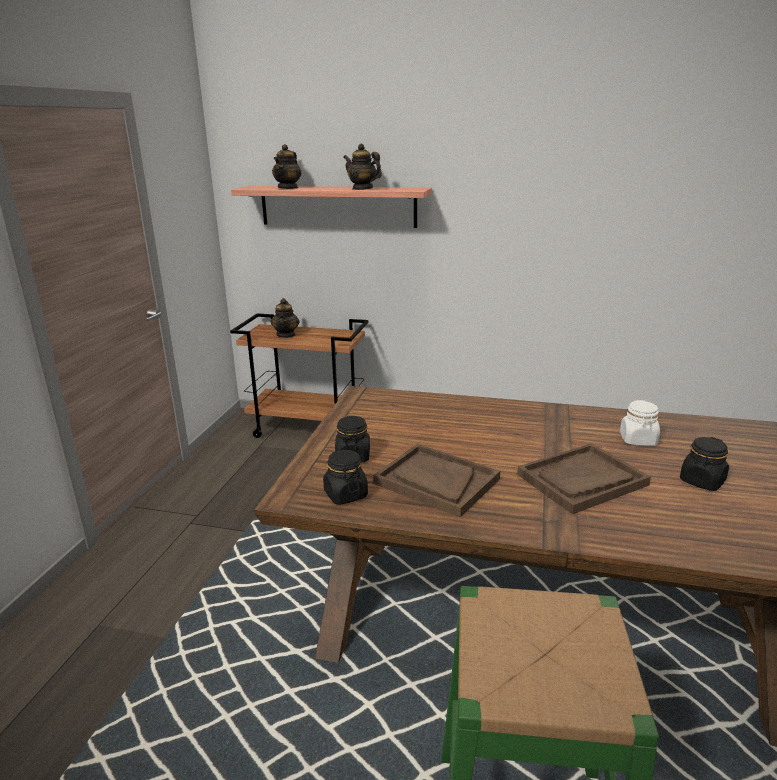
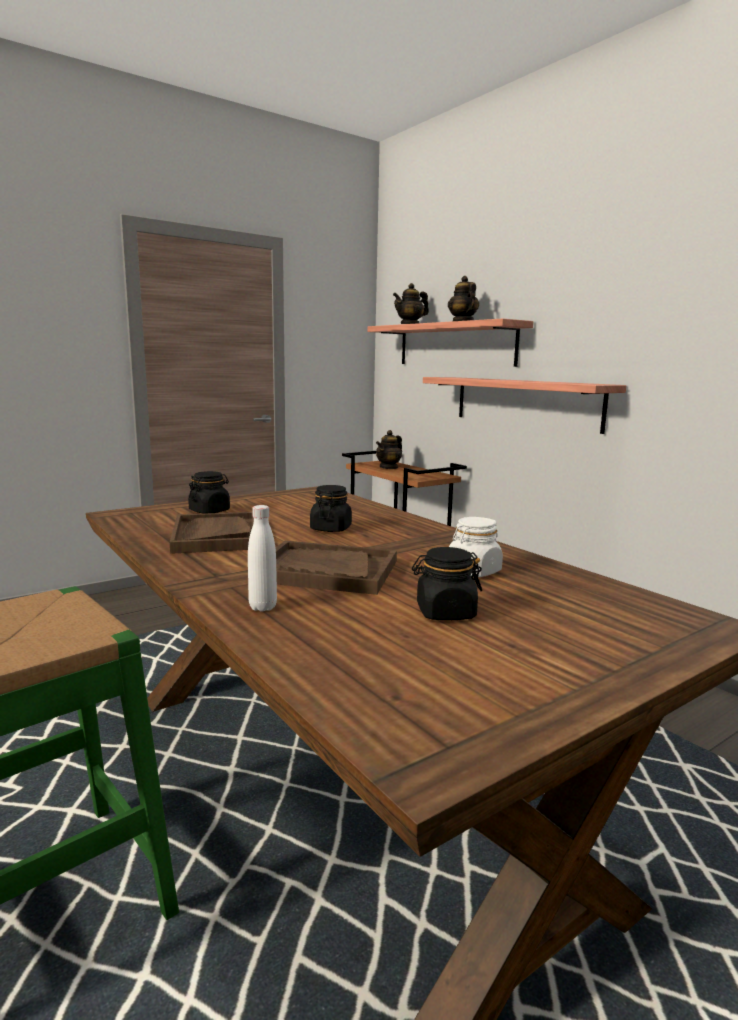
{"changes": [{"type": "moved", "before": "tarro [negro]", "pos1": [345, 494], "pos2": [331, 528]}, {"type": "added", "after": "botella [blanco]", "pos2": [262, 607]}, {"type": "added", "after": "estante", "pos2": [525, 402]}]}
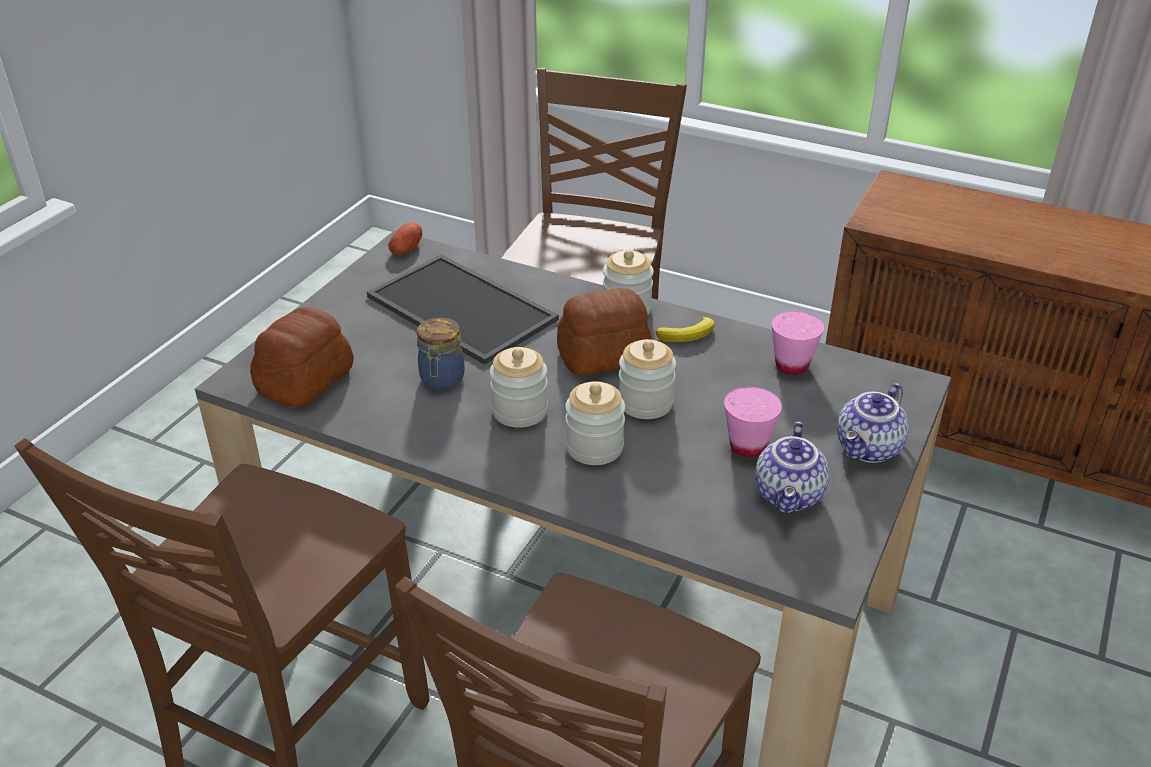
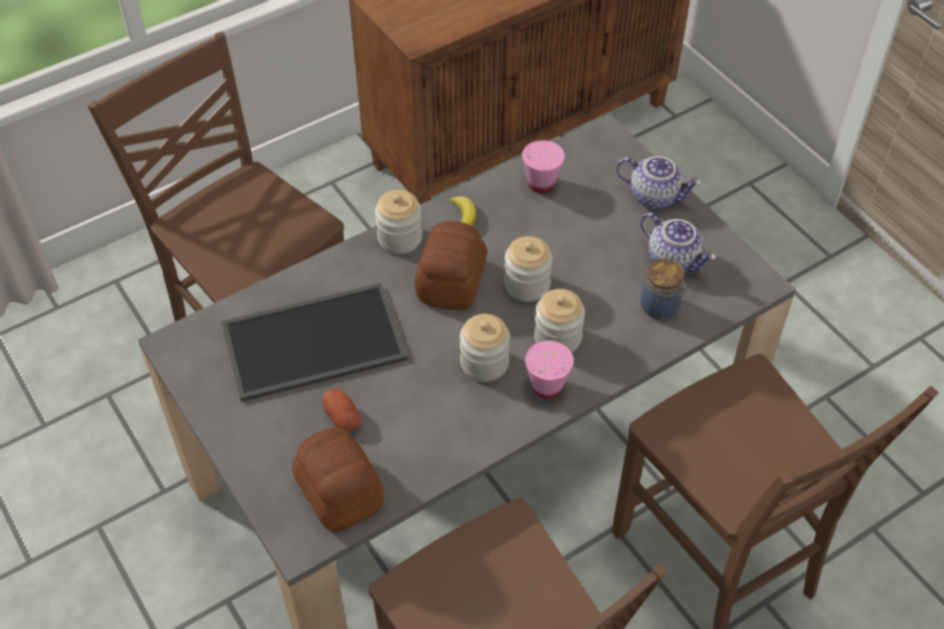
{"changes": [{"type": "moved", "before": "patata", "pos1": [406, 249], "pos2": [343, 417]}, {"type": "moved", "before": "tarro", "pos1": [441, 380], "pos2": [661, 307]}, {"type": "moved", "before": "taza [rosa]", "pos1": [747, 446], "pos2": [546, 386]}, {"type": "turned", "before": "tetera", "pos1": [869, 449], "pos2": [655, 196], "turn": -45}]}
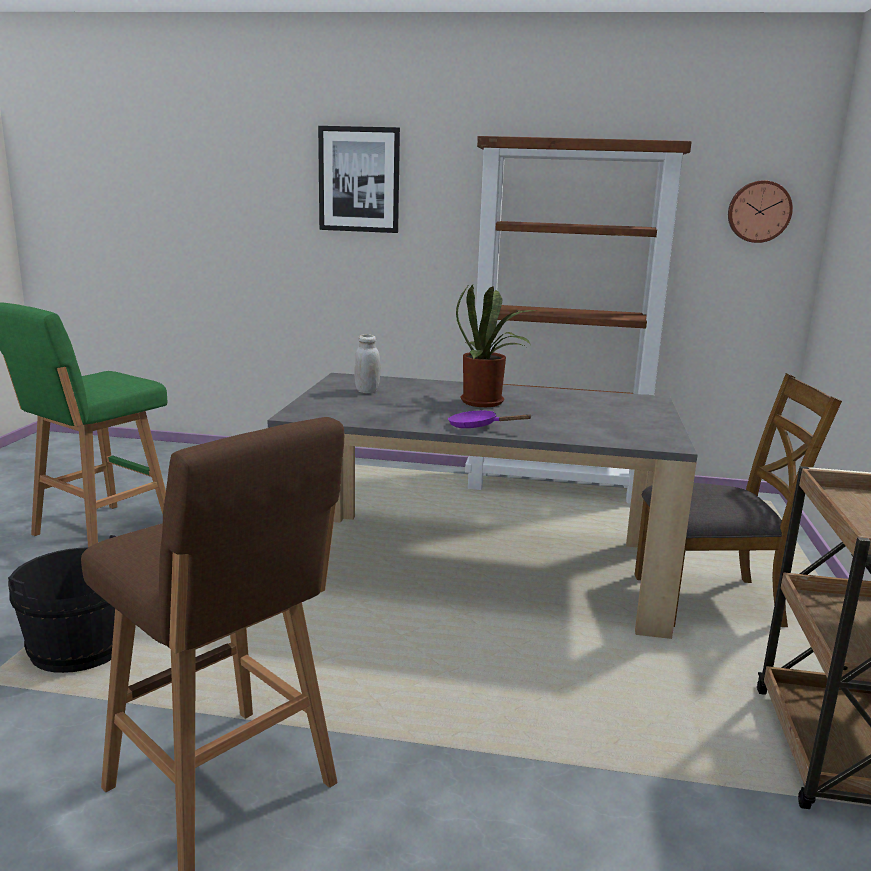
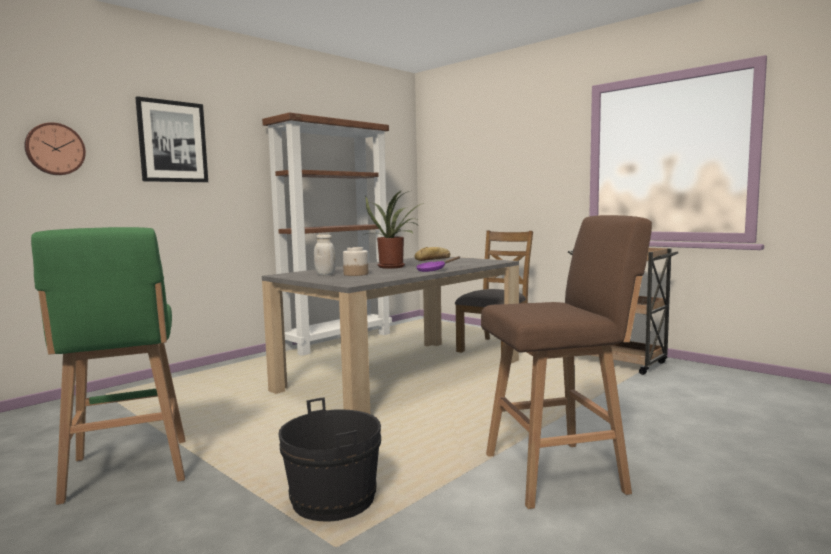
{"changes": [{"type": "moved", "before": "reloj de pared", "pos1": [759, 211], "pos2": [55, 149]}, {"type": "added", "after": "tarro", "pos2": [356, 274]}, {"type": "added", "after": "pan", "pos2": [433, 259]}]}
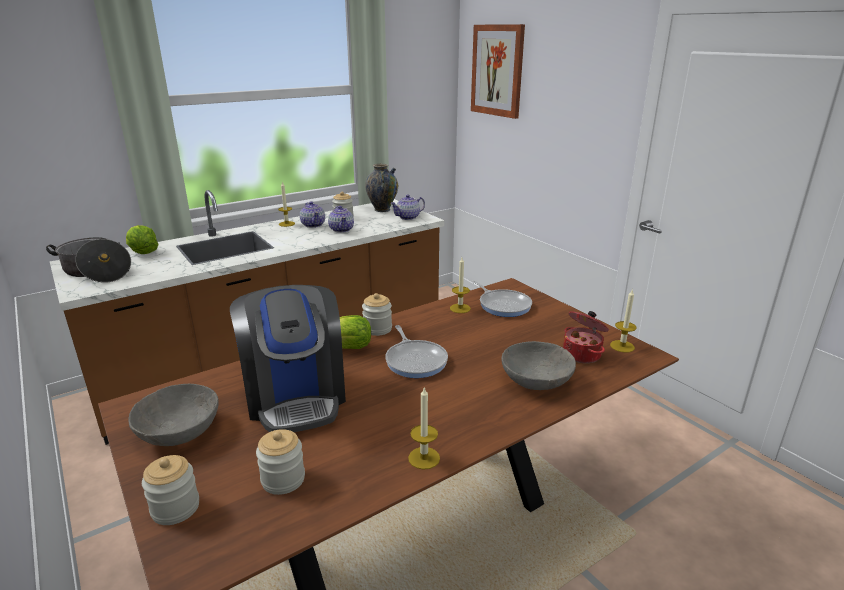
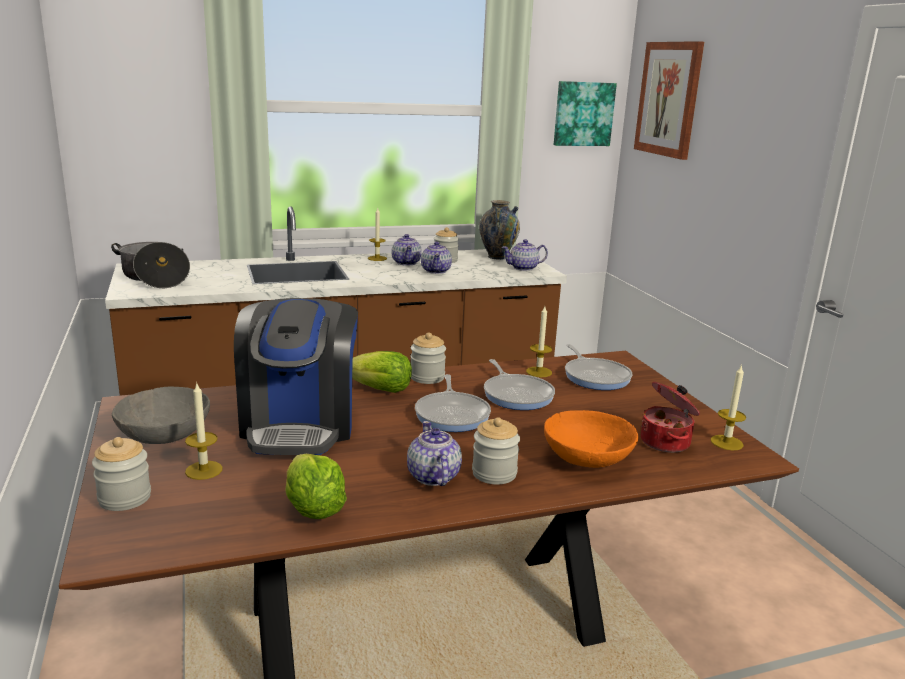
{"changes": [{"type": "moved", "before": "lechuga", "pos1": [143, 253], "pos2": [313, 510]}, {"type": "moved", "before": "tarro", "pos1": [283, 479], "pos2": [494, 473]}, {"type": "moved", "before": "vela", "pos1": [424, 458], "pos2": [204, 470]}, {"type": "recoloured", "before": "cuenco [gris]", "after": "cuenco [naranja]", "pos1": [535, 381], "pos2": [586, 458]}, {"type": "added", "after": "tetera", "pos2": [433, 477]}, {"type": "added", "after": "sartén", "pos2": [517, 394]}, {"type": "added", "after": "cuadro", "pos2": [583, 114]}]}
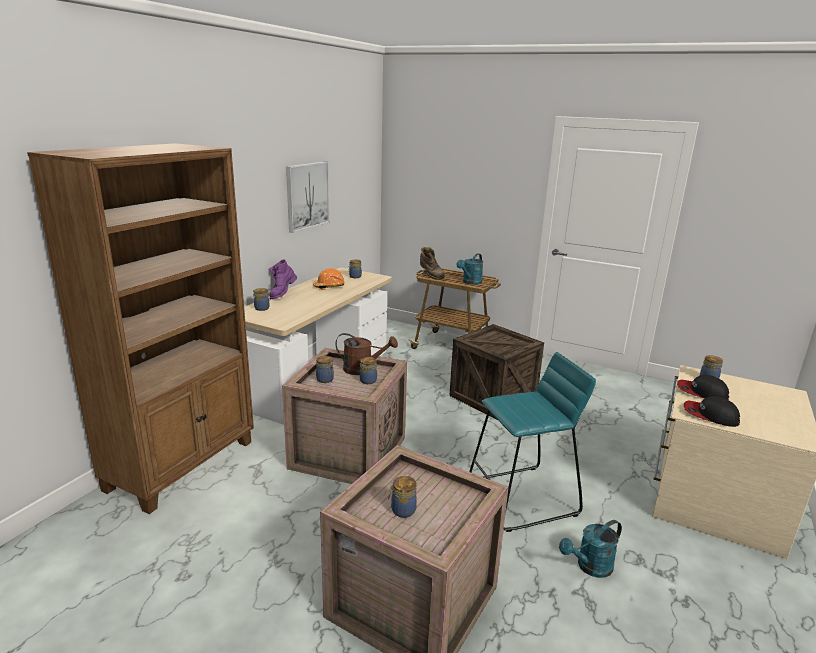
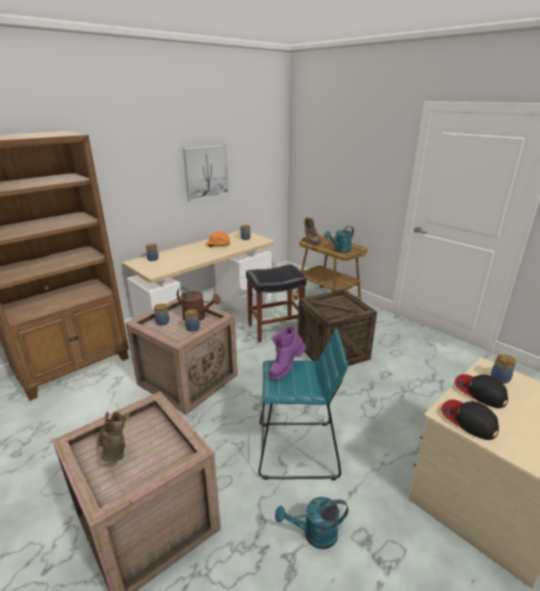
{"changes": [{"type": "moved", "before": "bota [morado]", "pos1": [282, 295], "pos2": [285, 368]}, {"type": "replaced", "before": "tarro", "after": "bota [marrón]", "pos1": [402, 510], "pos2": [115, 453]}, {"type": "added", "after": "taburete [negro]", "pos2": [274, 329]}]}
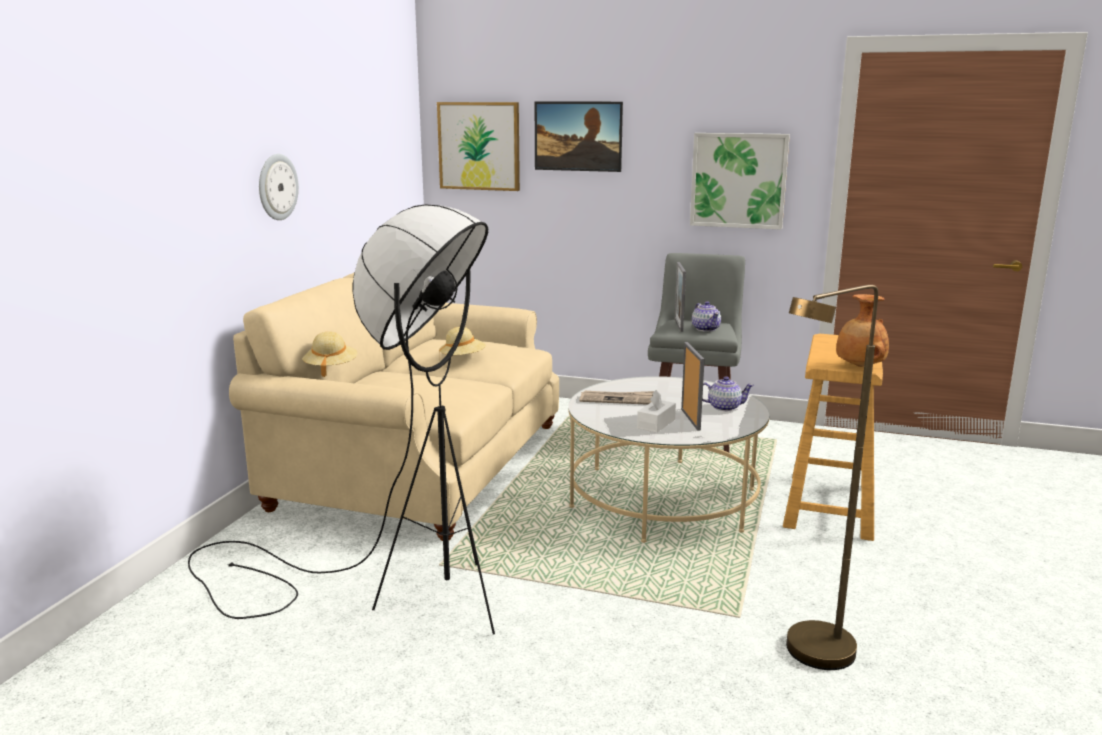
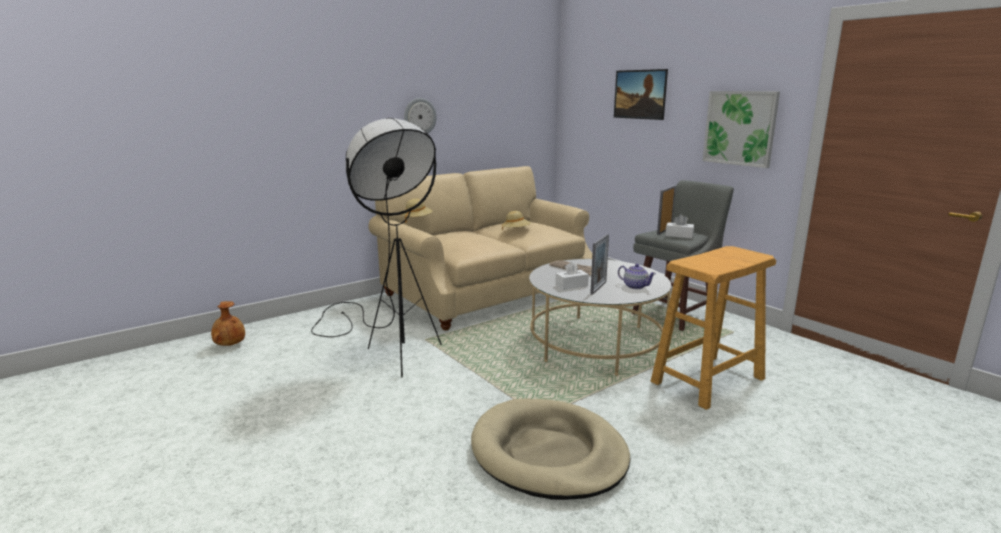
{"changes": [{"type": "removed", "before": "cuadro", "pos1": [479, 146]}, {"type": "replaced", "before": "tetera", "after": "caja de pañuelos [blanco]", "pos1": [706, 329], "pos2": [679, 235]}, {"type": "replaced", "before": "lámpara de pie [marrón]", "after": "cama para perro [beis]", "pos1": [810, 658], "pos2": [548, 453]}, {"type": "moved", "before": "florero [marrón]", "pos1": [859, 366], "pos2": [229, 345]}]}
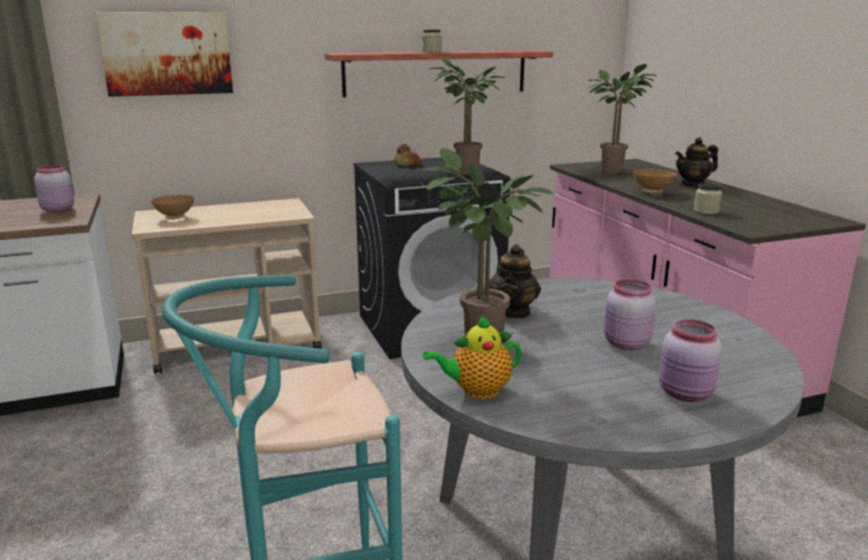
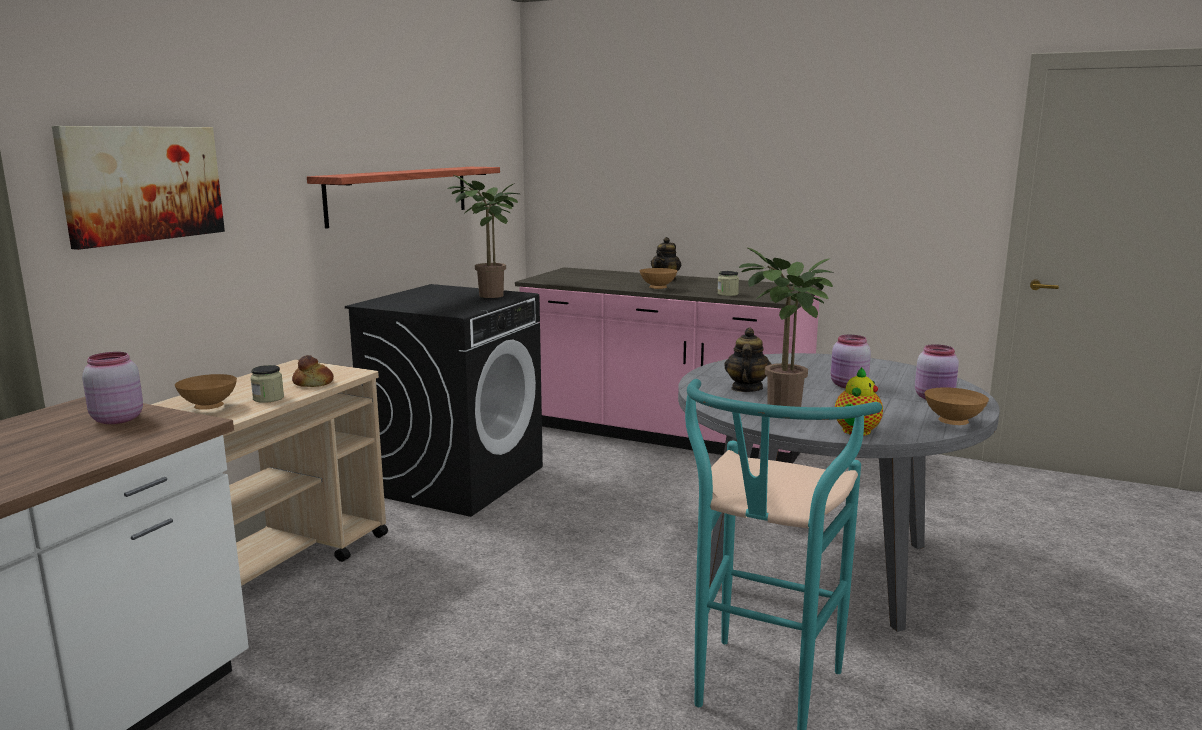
{"changes": [{"type": "moved", "before": "pan", "pos1": [407, 164], "pos2": [314, 383]}, {"type": "moved", "before": "tarro", "pos1": [431, 52], "pos2": [268, 398]}, {"type": "turned", "before": "tetera", "pos1": [513, 311], "pos2": [746, 389], "turn": -135}, {"type": "removed", "before": "planta en maceta", "pos1": [616, 171]}, {"type": "added", "after": "cuenco [marrón]", "pos2": [952, 422]}]}
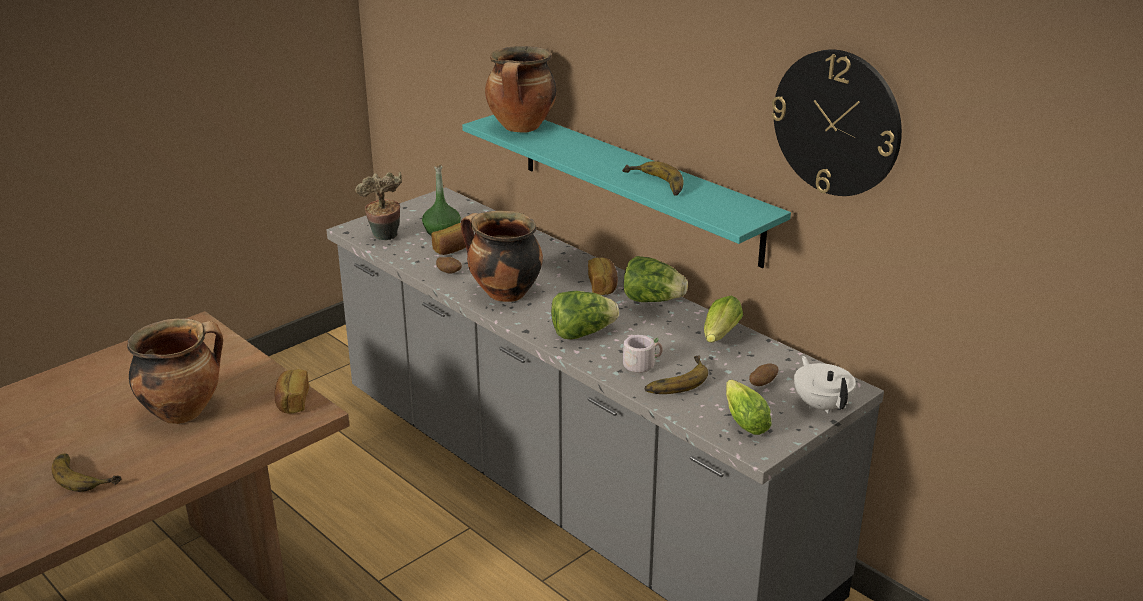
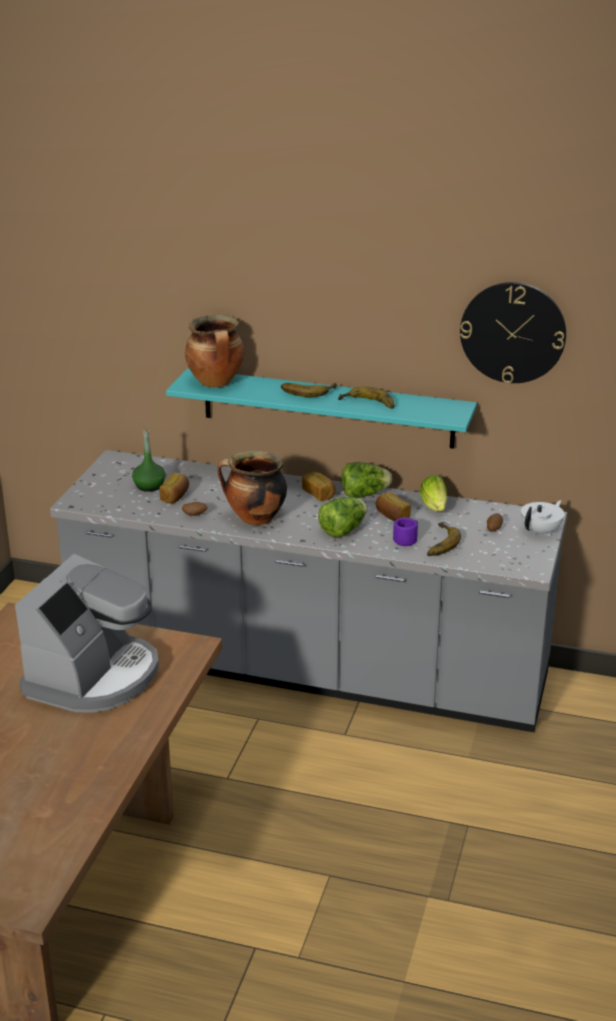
{"changes": [{"type": "moved", "before": "plátano", "pos1": [87, 474], "pos2": [307, 390]}, {"type": "replaced", "before": "olla", "after": "cafetera", "pos1": [184, 411], "pos2": [94, 676]}, {"type": "moved", "before": "pan", "pos1": [292, 402], "pos2": [391, 516]}, {"type": "removed", "before": "planta en maceta", "pos1": [385, 238]}, {"type": "recoloured", "before": "taza grande [gris]", "after": "taza grande [morado]", "pos1": [641, 364], "pos2": [405, 539]}, {"type": "removed", "before": "lechuga", "pos1": [743, 419]}, {"type": "turned", "before": "tetera [blanco]", "pos1": [821, 405], "pos2": [541, 531], "turn": 90}]}
